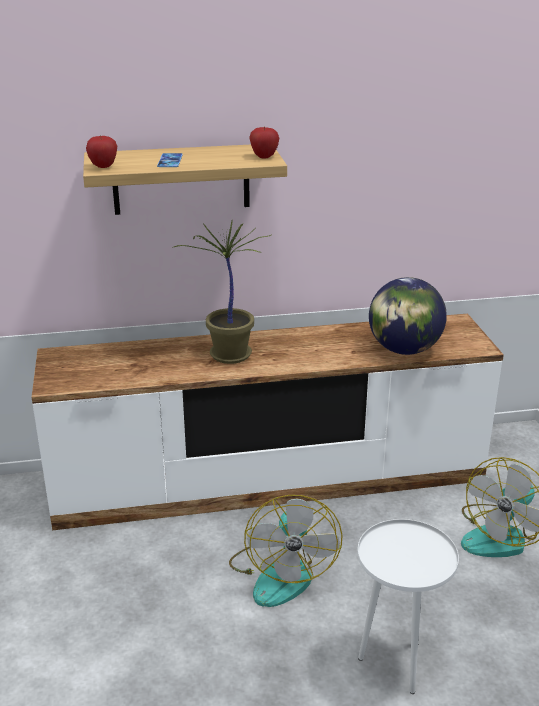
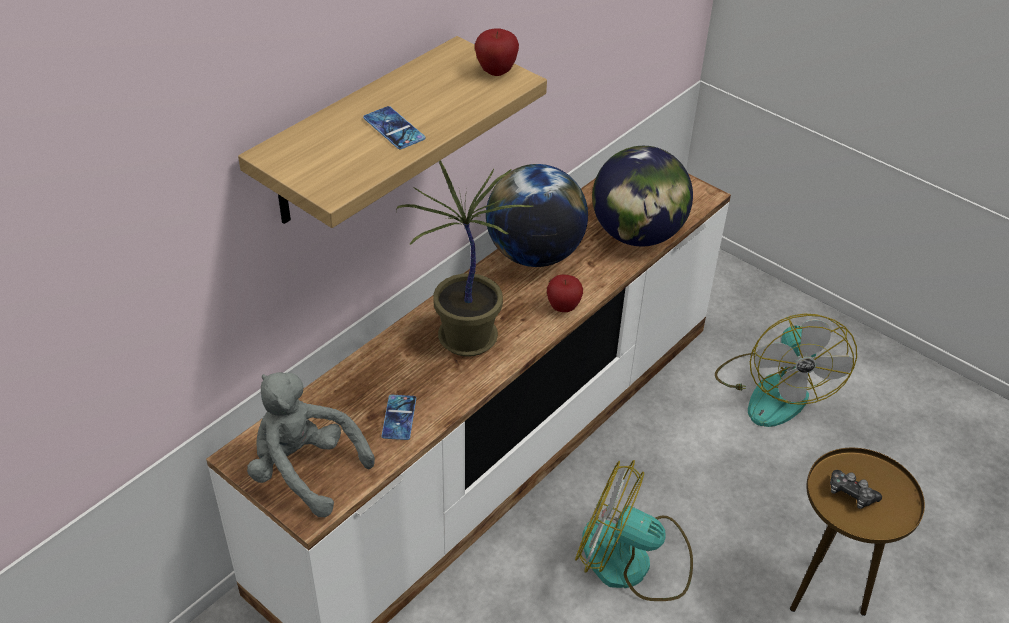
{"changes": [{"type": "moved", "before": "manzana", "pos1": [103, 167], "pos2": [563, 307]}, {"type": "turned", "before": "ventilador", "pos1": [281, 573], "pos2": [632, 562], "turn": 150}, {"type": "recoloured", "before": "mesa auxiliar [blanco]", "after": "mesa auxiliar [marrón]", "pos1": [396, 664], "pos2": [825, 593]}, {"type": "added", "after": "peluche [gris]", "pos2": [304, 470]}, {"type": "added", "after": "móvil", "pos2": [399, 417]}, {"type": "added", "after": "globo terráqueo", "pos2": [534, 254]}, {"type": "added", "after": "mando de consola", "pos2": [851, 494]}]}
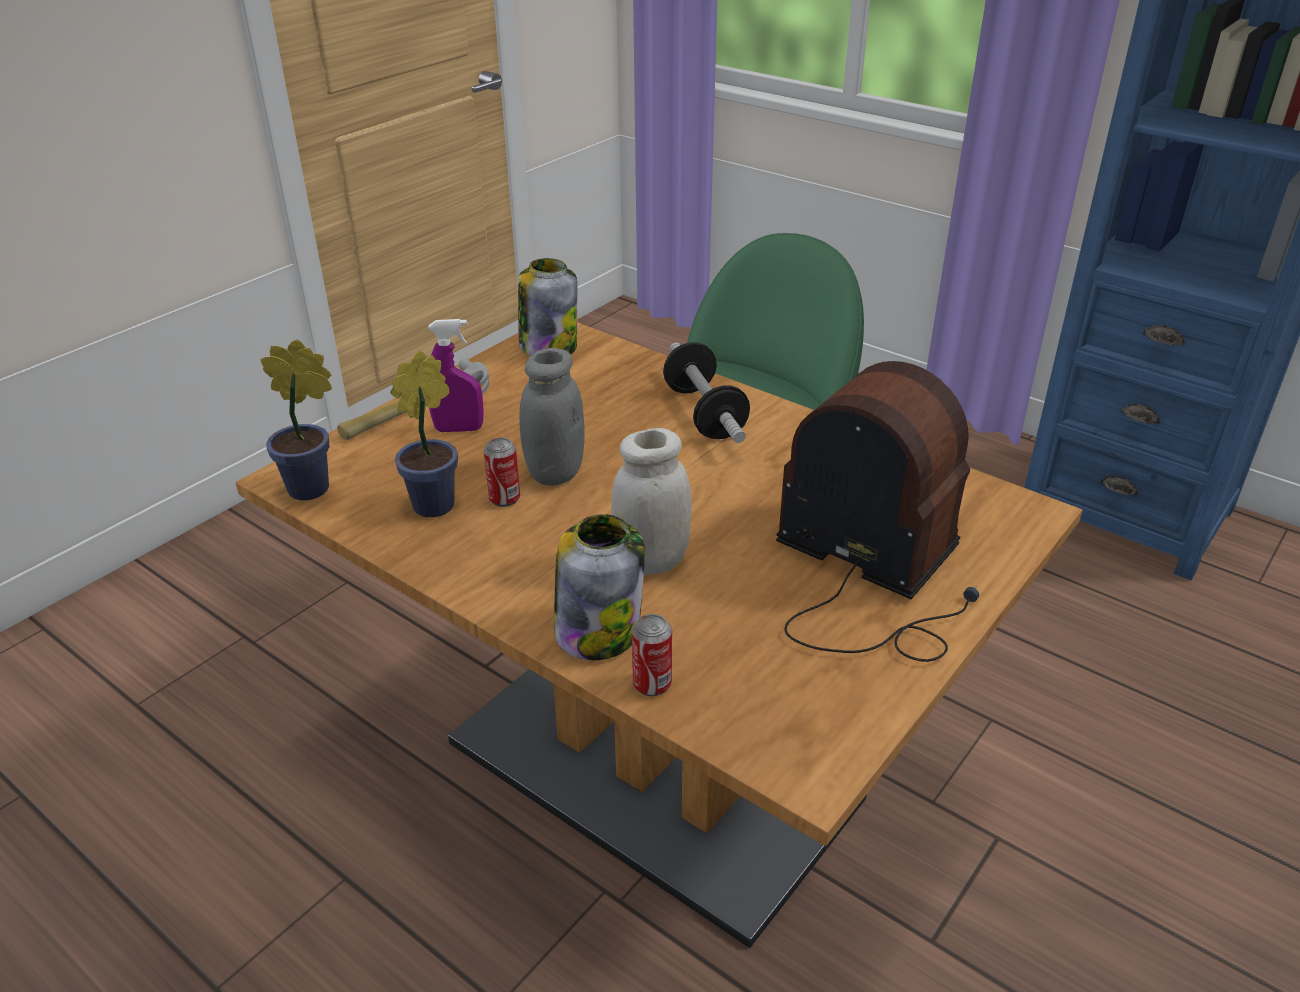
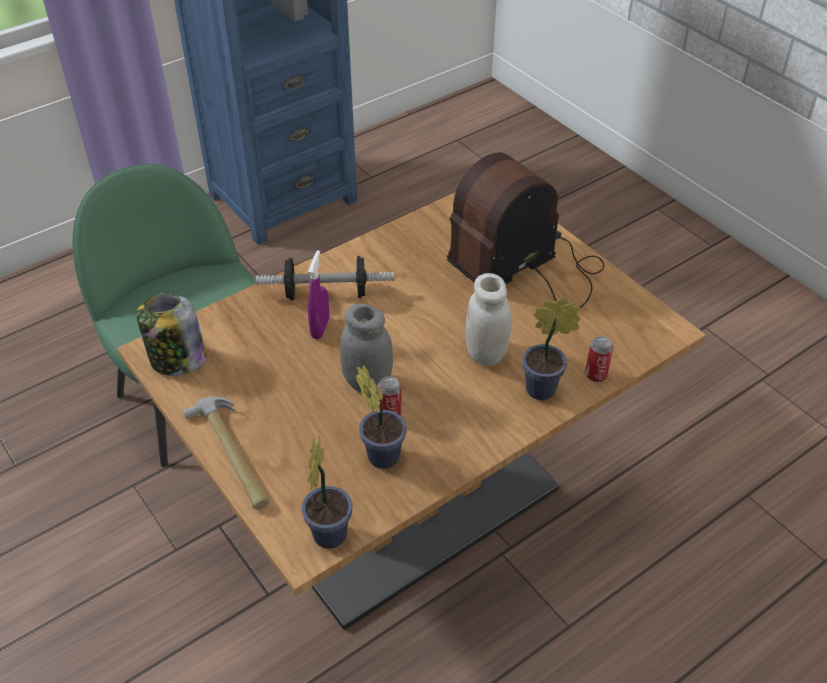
{"changes": [{"type": "moved", "before": "pulverizador [morado]", "pos1": [459, 429], "pos2": [320, 328]}, {"type": "replaced", "before": "tarro", "after": "planta en maceta", "pos1": [598, 630], "pos2": [545, 389]}]}
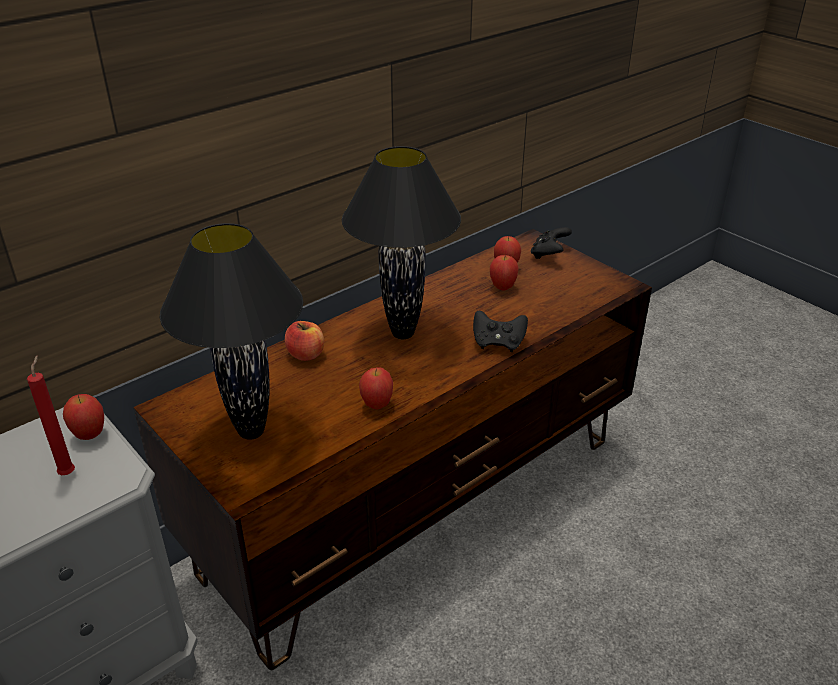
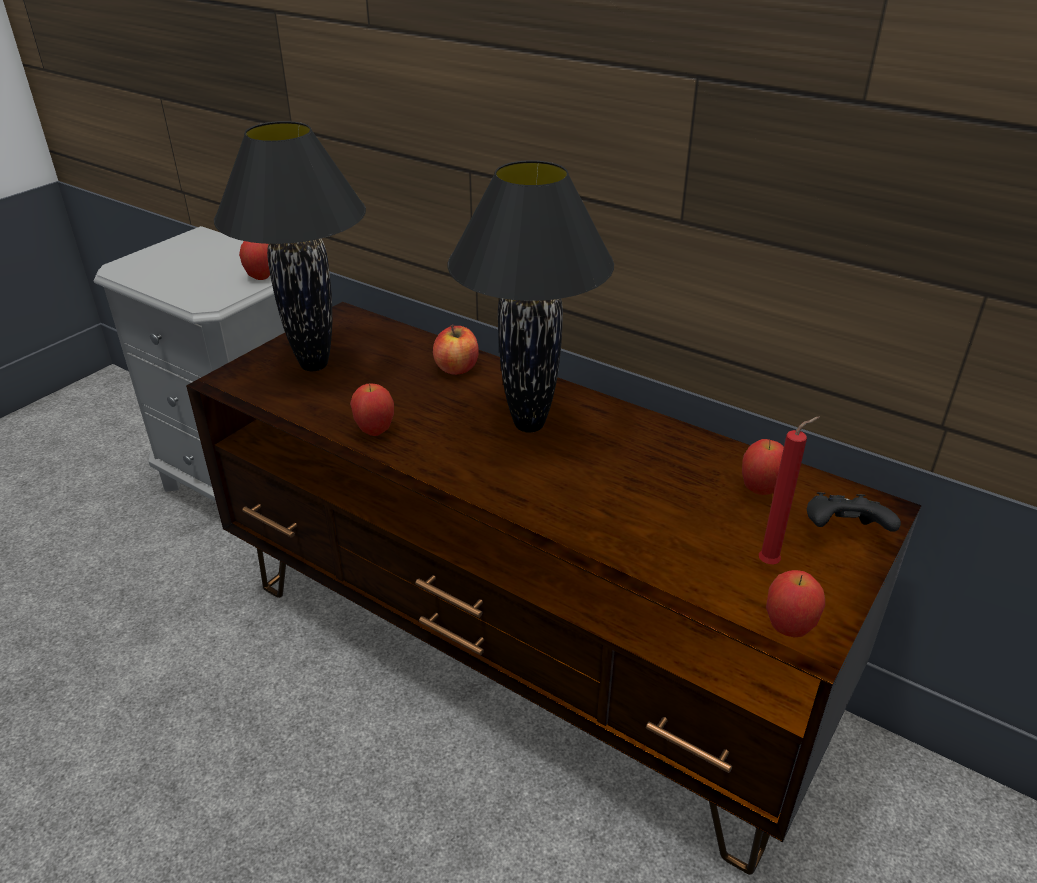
{"changes": [{"type": "moved", "before": "vela [rojo]", "pos1": [69, 472], "pos2": [771, 563]}, {"type": "removed", "before": "mando de consola [negro]", "pos1": [498, 343]}, {"type": "moved", "before": "manzana", "pos1": [502, 287], "pos2": [788, 628]}]}
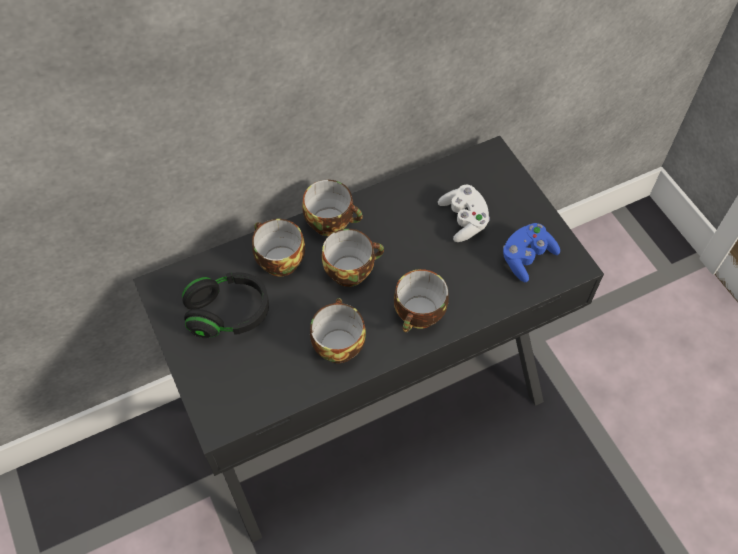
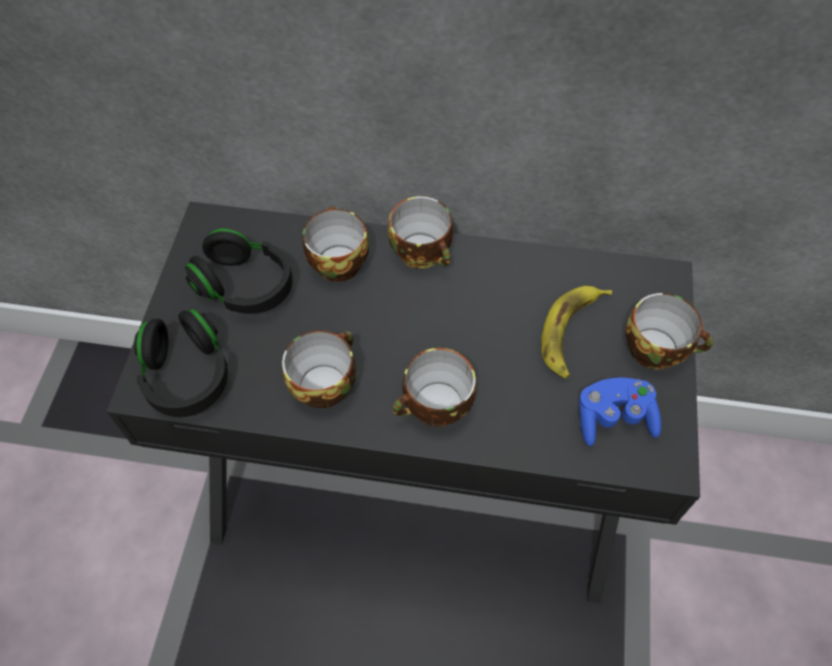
{"changes": [{"type": "moved", "before": "taza", "pos1": [351, 269], "pos2": [657, 348]}, {"type": "replaced", "before": "mando de consola [blanco]", "after": "plátano", "pos1": [464, 220], "pos2": [571, 333]}, {"type": "added", "after": "auriculares [negro]", "pos2": [187, 375]}]}
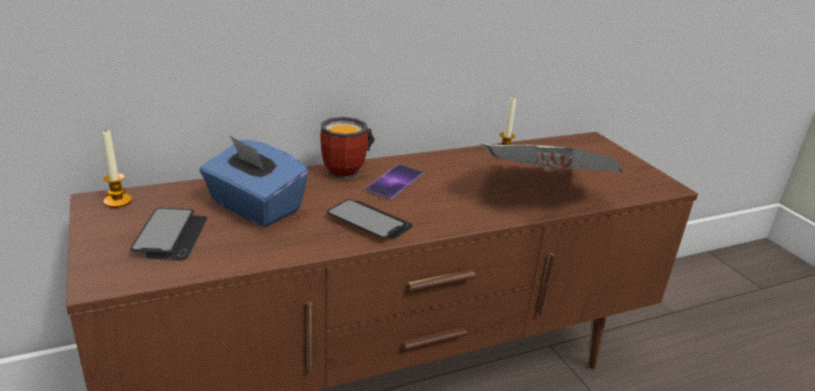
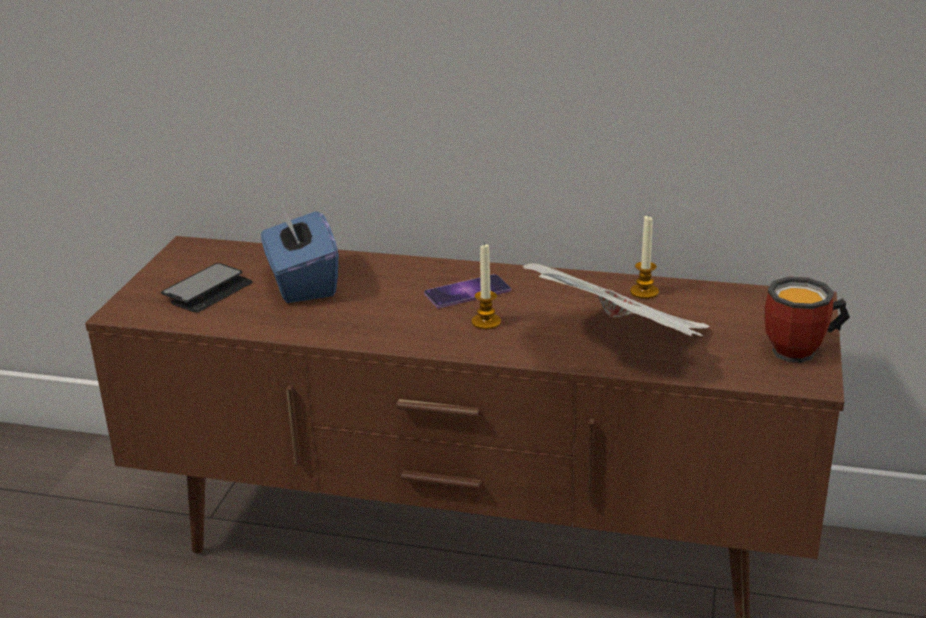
{"changes": [{"type": "moved", "before": "vela", "pos1": [118, 201], "pos2": [486, 322]}, {"type": "moved", "before": "taza grande", "pos1": [349, 171], "pos2": [803, 352]}, {"type": "removed", "before": "móvil", "pos1": [369, 221]}]}
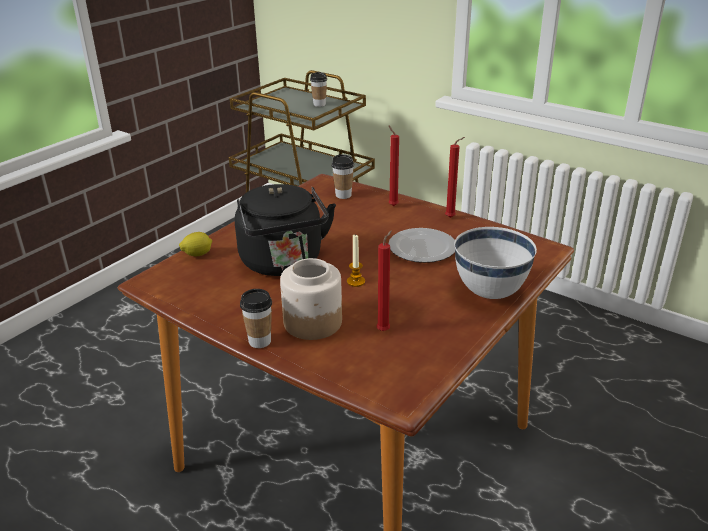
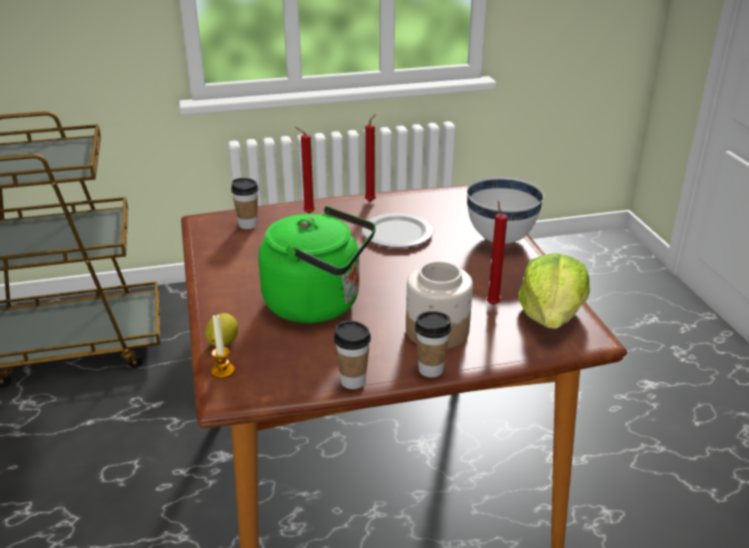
{"changes": [{"type": "recoloured", "before": "hervidor [negro]", "after": "hervidor [verde]", "pos1": [283, 263], "pos2": [319, 304]}, {"type": "moved", "before": "taza", "pos1": [319, 104], "pos2": [353, 381]}, {"type": "moved", "before": "vela", "pos1": [356, 281], "pos2": [223, 371]}, {"type": "added", "after": "lechuga", "pos2": [551, 315]}]}
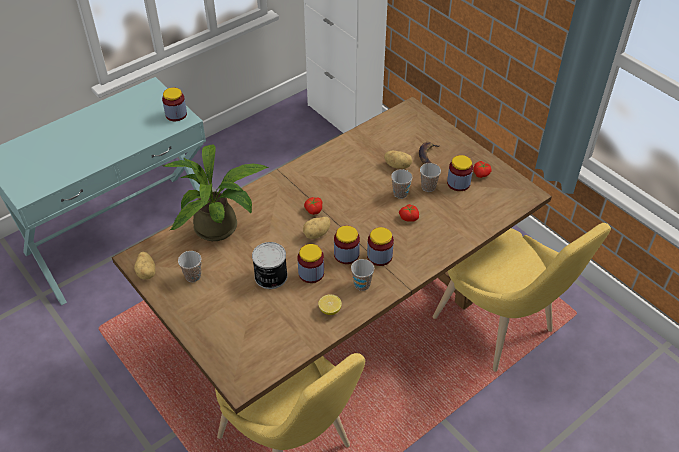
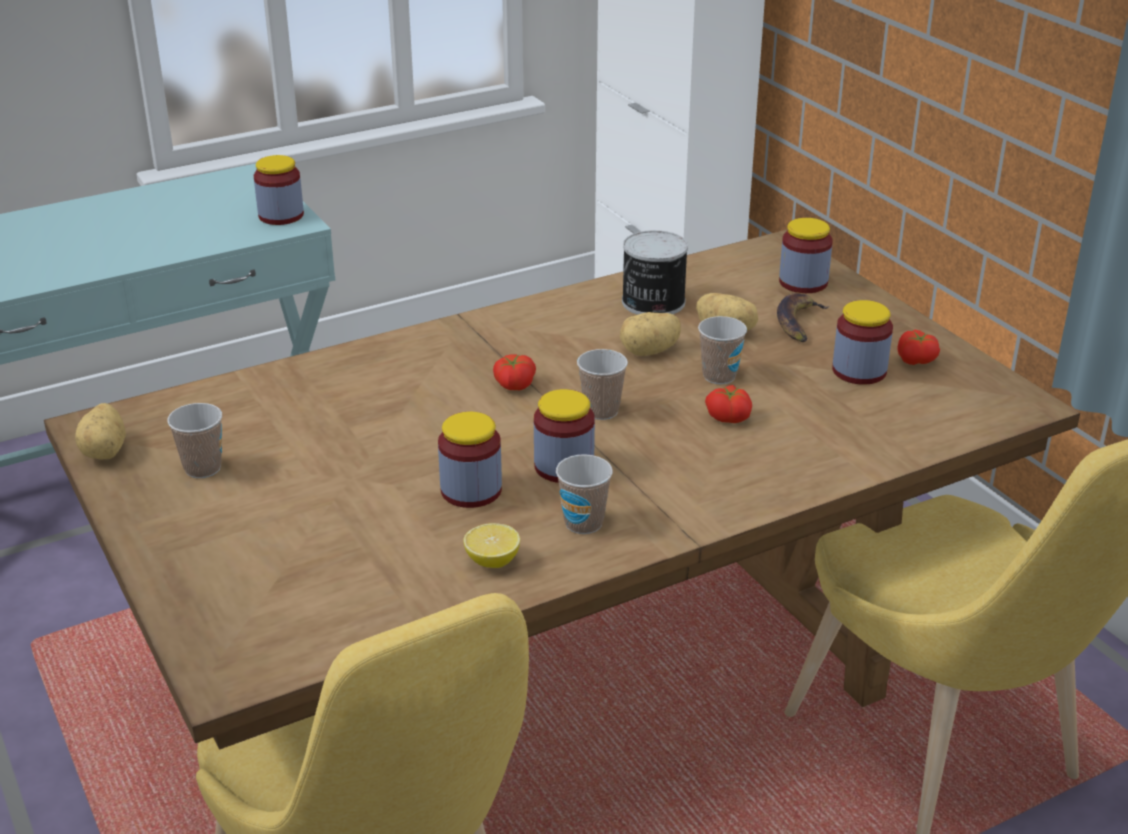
{"changes": [{"type": "removed", "before": "planta en maceta", "pos1": [222, 227]}, {"type": "moved", "before": "lata", "pos1": [270, 276], "pos2": [652, 302]}, {"type": "moved", "before": "patata", "pos1": [317, 234], "pos2": [650, 351]}, {"type": "moved", "before": "tarro", "pos1": [379, 256], "pos2": [803, 282]}, {"type": "moved", "before": "taza", "pos1": [428, 187], "pos2": [601, 411]}]}
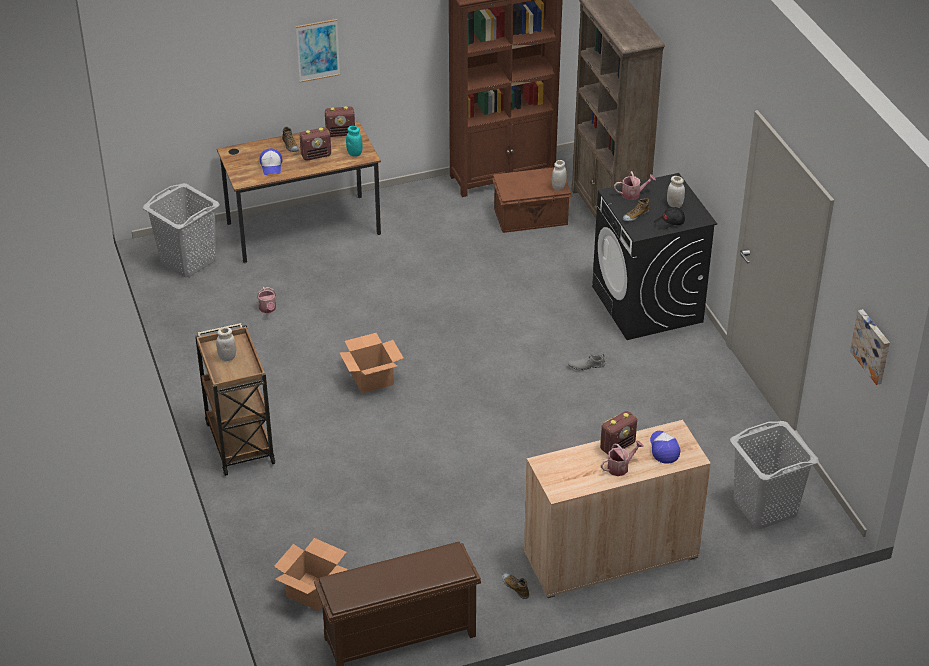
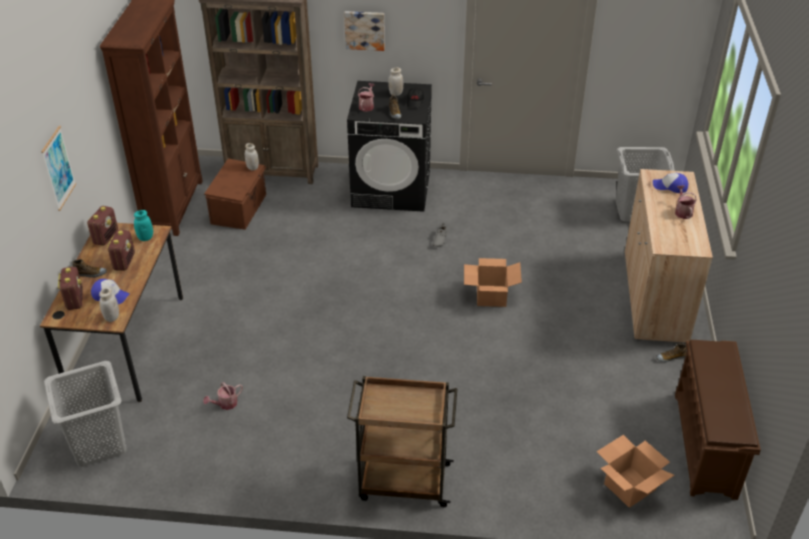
{"changes": [{"type": "moved", "before": "tarro [blanco]", "pos1": [227, 357], "pos2": [112, 317]}, {"type": "turned", "before": "regadera", "pos1": [268, 309], "pos2": [225, 404], "turn": 135}, {"type": "moved", "before": "caja de cartón", "pos1": [371, 379], "pos2": [491, 296]}, {"type": "moved", "before": "radio", "pos1": [617, 446], "pos2": [75, 300]}, {"type": "moved", "before": "cuadro", "pos1": [872, 346], "pos2": [365, 30]}]}
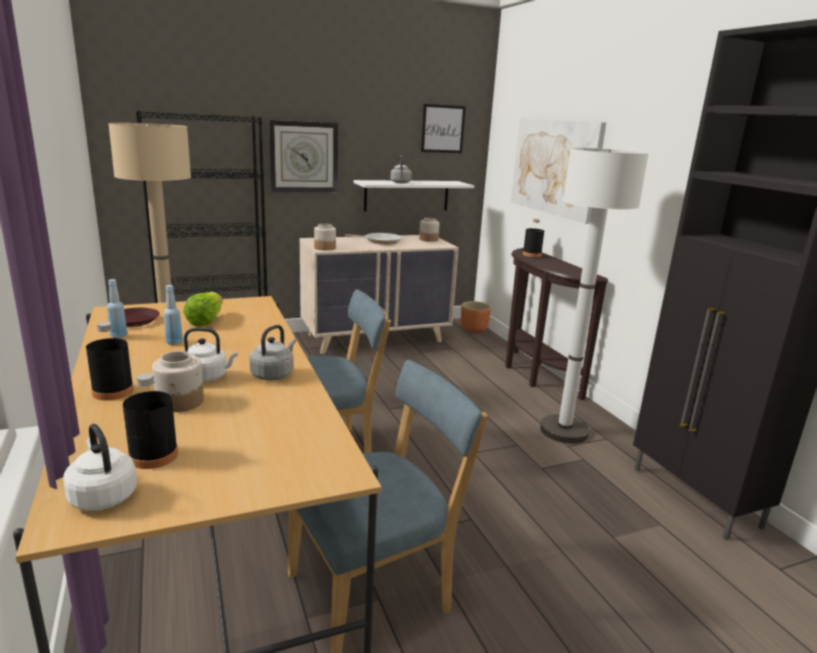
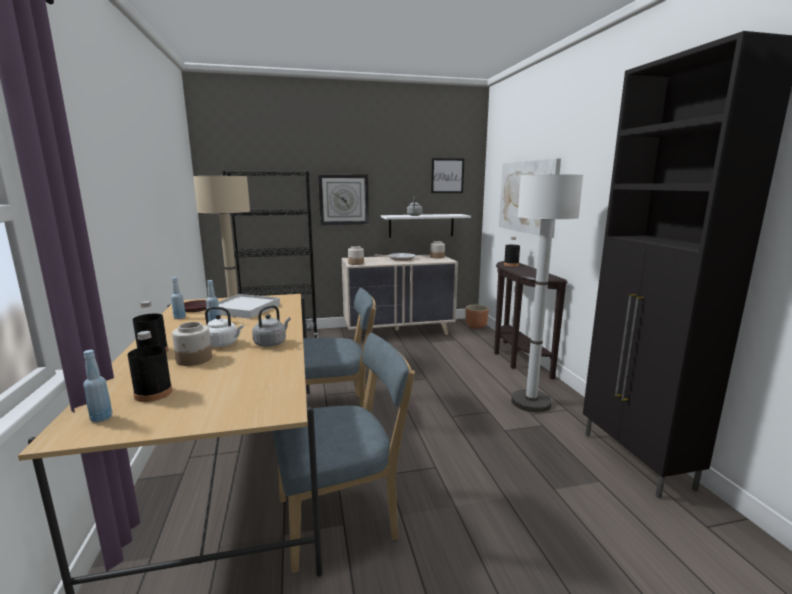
{"changes": [{"type": "replaced", "before": "hervidor [blanco]", "after": "botella [azul]", "pos1": [102, 496], "pos2": [101, 418]}, {"type": "replaced", "before": "lechuga", "after": "bandeja [blanco]", "pos1": [205, 321], "pos2": [244, 309]}]}
